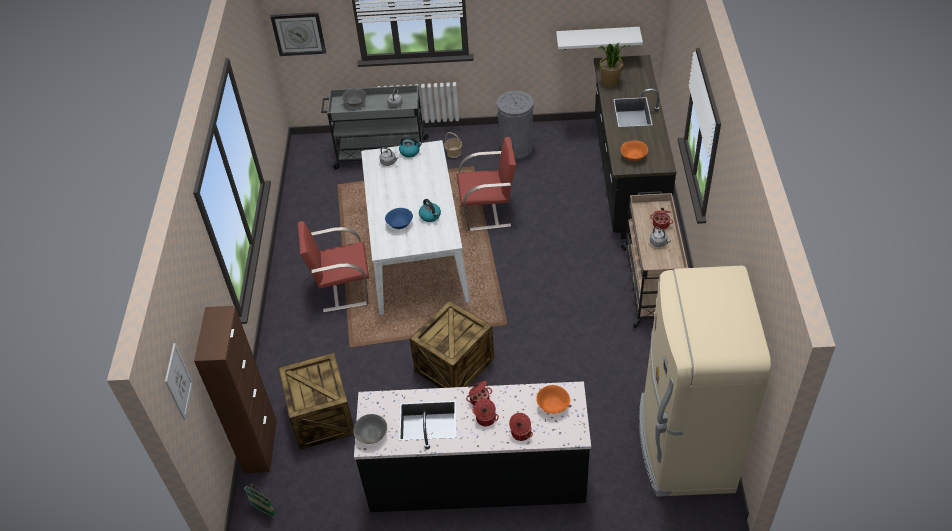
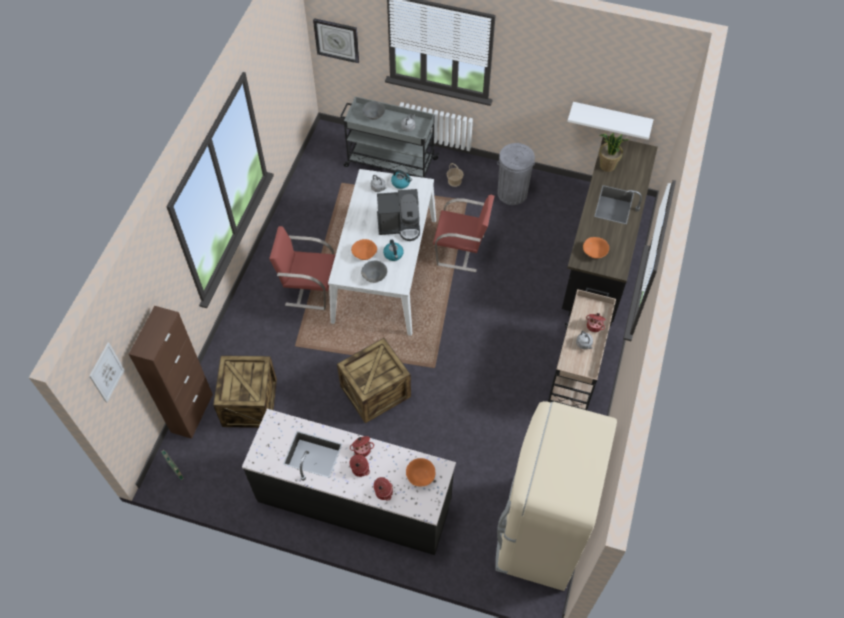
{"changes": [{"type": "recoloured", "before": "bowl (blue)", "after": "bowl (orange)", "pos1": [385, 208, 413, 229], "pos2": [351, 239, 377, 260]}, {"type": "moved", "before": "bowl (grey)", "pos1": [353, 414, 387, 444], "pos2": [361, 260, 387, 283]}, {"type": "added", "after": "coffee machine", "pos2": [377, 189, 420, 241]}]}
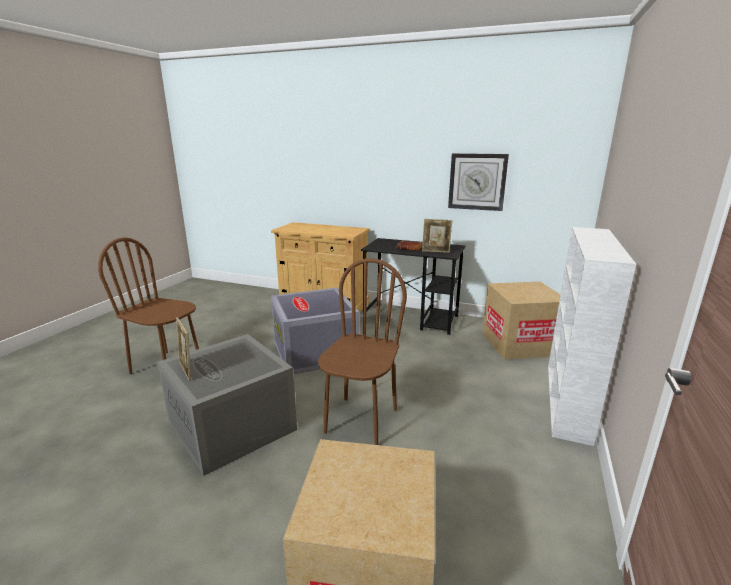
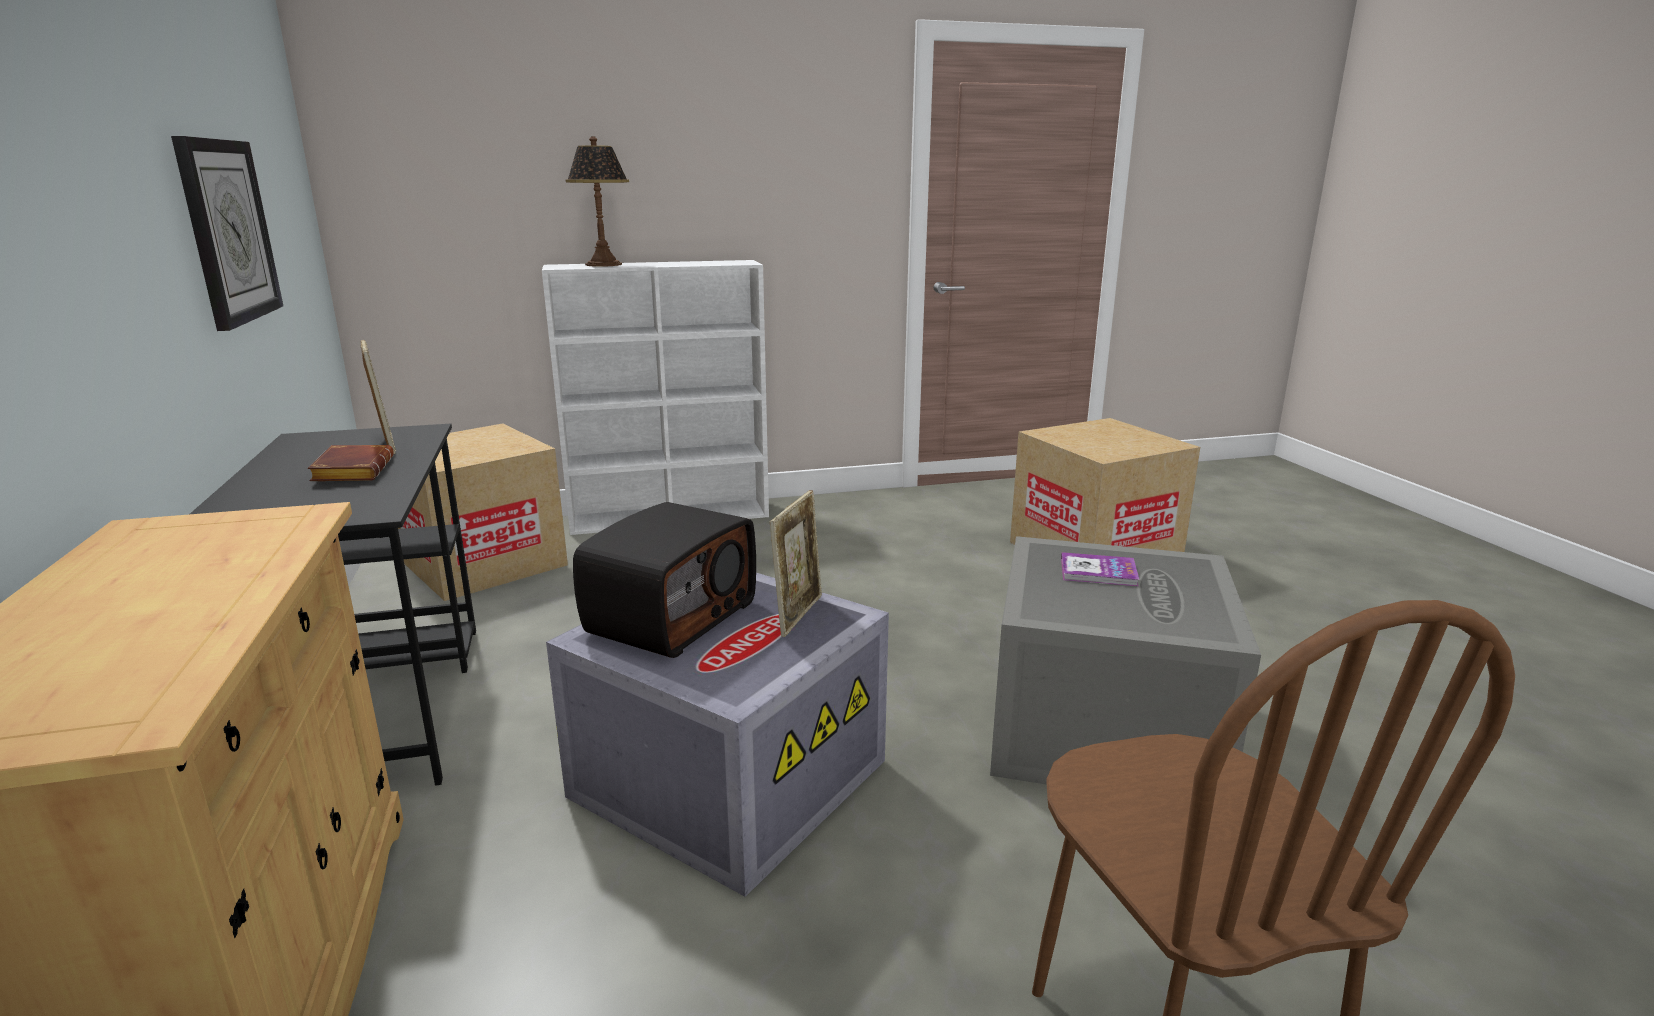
{"changes": [{"type": "added", "after": "table lamp", "pos2": [566, 136, 629, 267]}, {"type": "added", "after": "radio", "pos2": [573, 502, 756, 658]}, {"type": "moved", "before": "picture frame", "pos1": [176, 317, 191, 381], "pos2": [770, 490, 822, 637]}, {"type": "added", "after": "book", "pos2": [1061, 552, 1140, 586]}, {"type": "removed", "before": "chair (brown)", "pos1": [318, 258, 407, 445]}]}
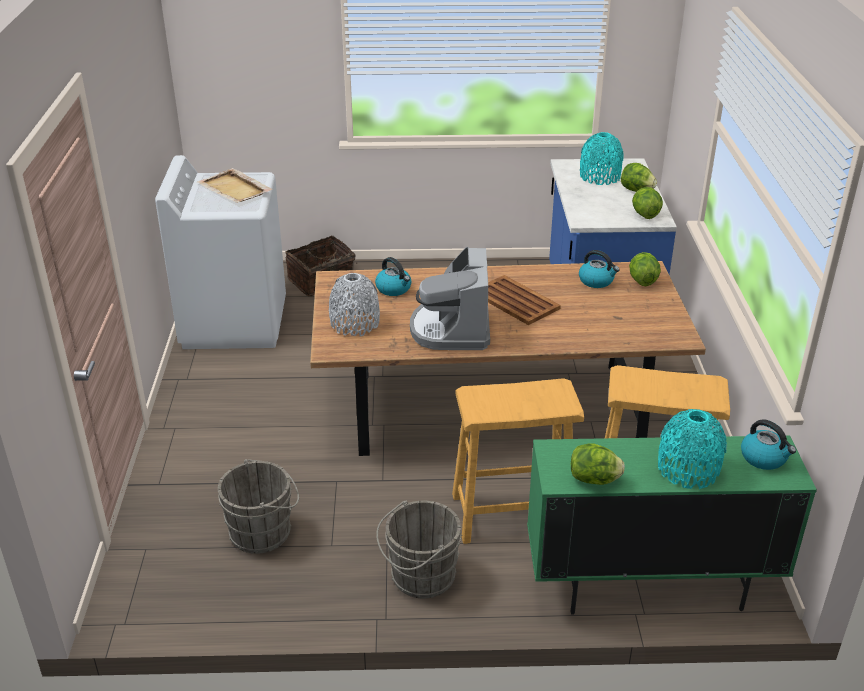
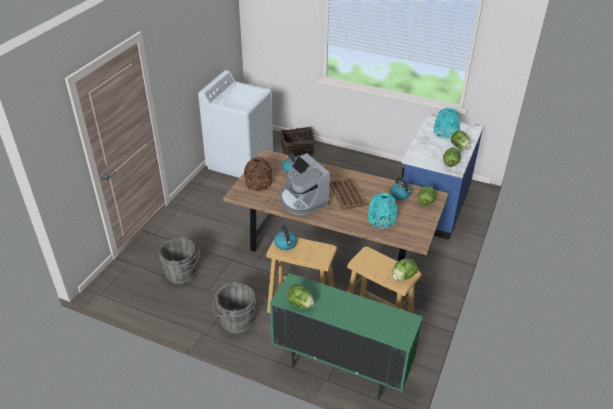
{"changes": [{"type": "recoloured", "before": "vase (grey)", "after": "vase (brown)", "pos1": [329, 273, 380, 336], "pos2": [244, 157, 272, 191]}, {"type": "moved", "before": "kettle", "pos1": [741, 419, 796, 470], "pos2": [274, 225, 297, 250]}, {"type": "turned", "before": "coffee machine", "pos1": [410, 247, 490, 350], "pos2": [280, 153, 330, 215], "turn": -60}, {"type": "moved", "before": "vase (turquoise)", "pos1": [658, 409, 727, 489], "pos2": [368, 193, 397, 229]}, {"type": "added", "after": "lettuce", "pos2": [392, 258, 418, 280]}, {"type": "removed", "before": "tray (beige)", "pos1": [197, 168, 273, 203]}]}
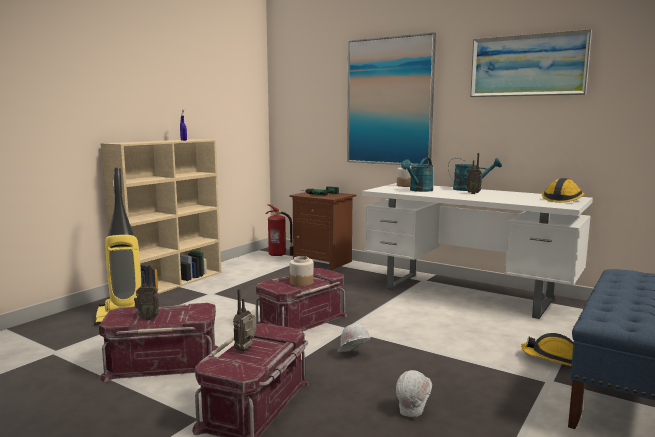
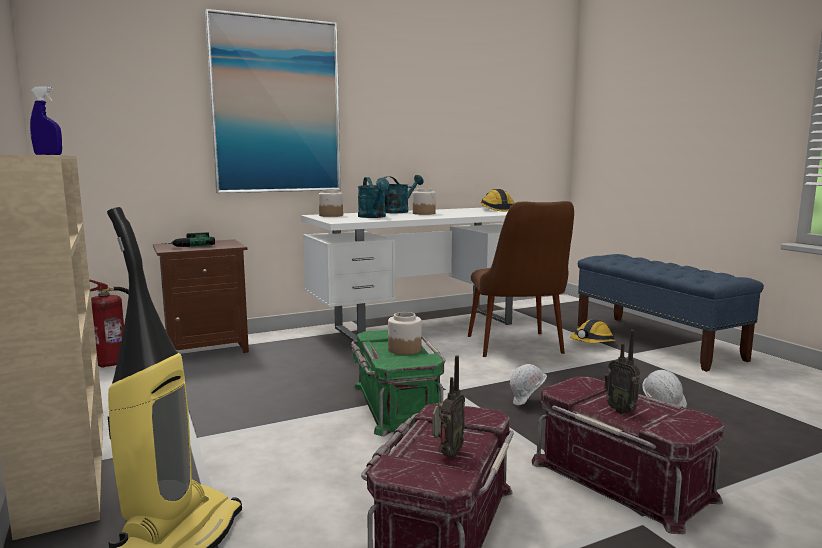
{"changes": [{"type": "recoloured", "before": "storage box (red)", "after": "storage box (green)", "pos1": [256, 268, 348, 332], "pos2": [351, 330, 445, 436]}, {"type": "replaced", "before": "radio", "after": "jar", "pos1": [464, 153, 482, 194], "pos2": [413, 188, 436, 215]}, {"type": "added", "after": "chair (brown)", "pos2": [468, 201, 574, 357]}, {"type": "removed", "before": "picture", "pos1": [470, 29, 592, 97]}]}
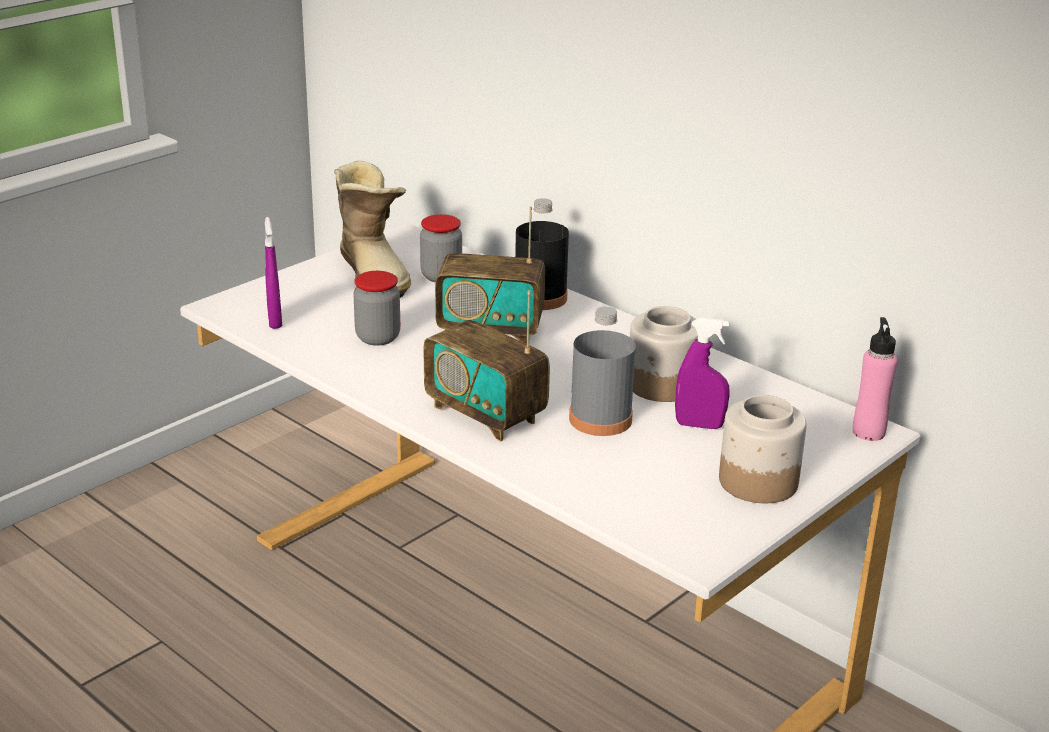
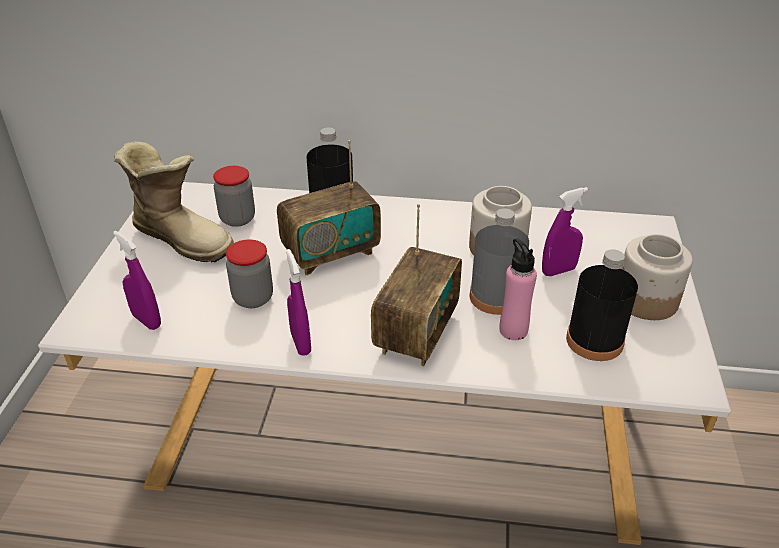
{"changes": [{"type": "added", "after": "spray bottle (purple)", "pos2": [286, 249, 311, 356]}, {"type": "turned", "before": "radio", "pos1": [423, 290, 550, 441], "pos2": [371, 204, 462, 366], "turn": -75}, {"type": "moved", "before": "bottle (pink)", "pos1": [852, 317, 898, 441], "pos2": [500, 238, 537, 340]}, {"type": "added", "after": "bottle (black)", "pos2": [566, 249, 638, 361]}]}
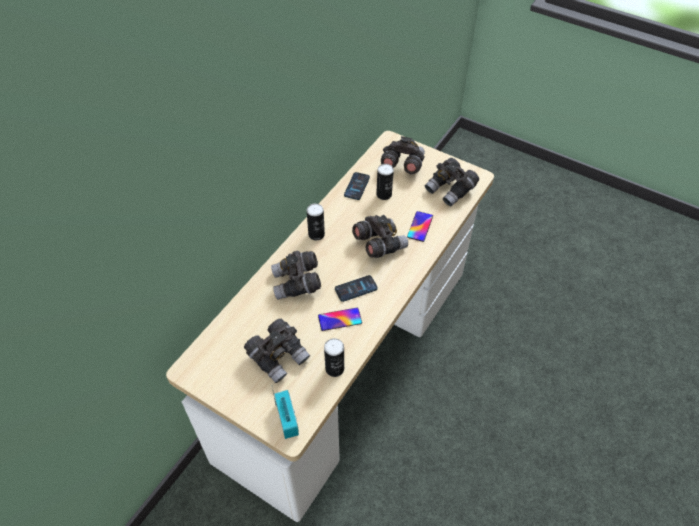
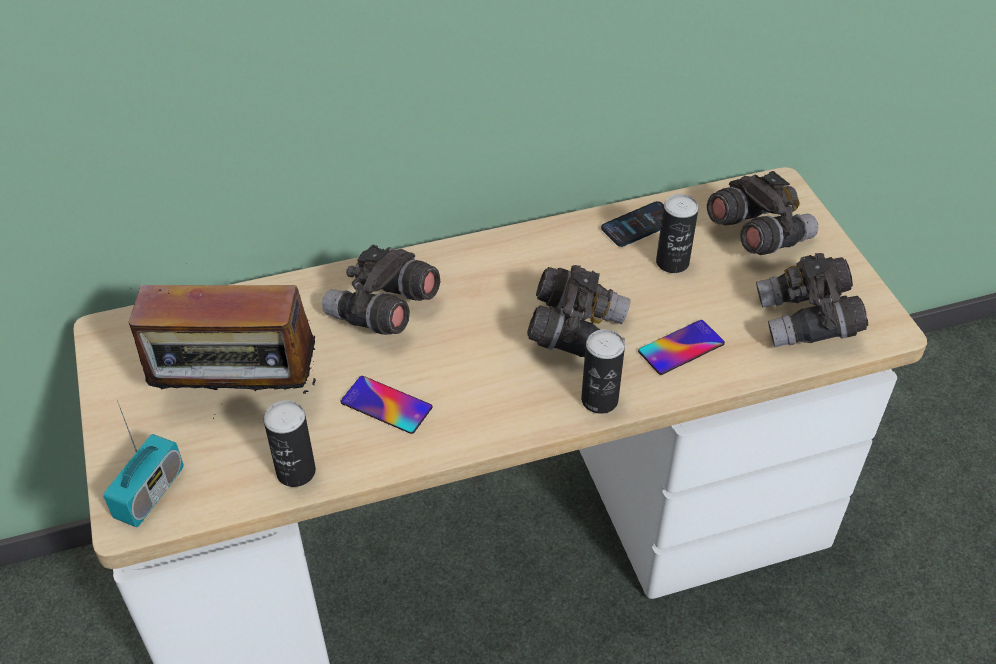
{"changes": [{"type": "replaced", "before": "binoculars (grey)", "after": "radio", "pos1": [244, 318, 310, 383], "pos2": [129, 263, 317, 419]}, {"type": "moved", "before": "can", "pos1": [307, 203, 325, 240], "pos2": [581, 329, 625, 414]}, {"type": "removed", "before": "phone", "pos1": [335, 275, 378, 302]}]}
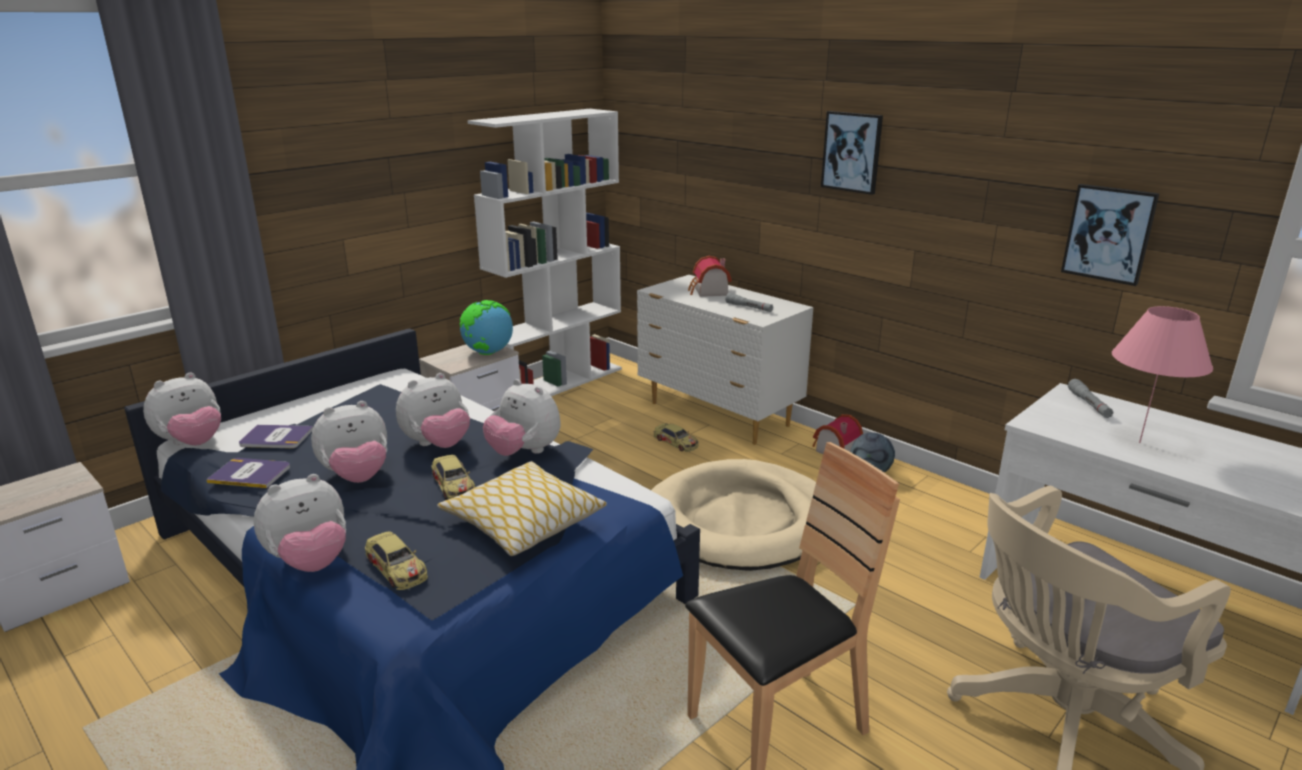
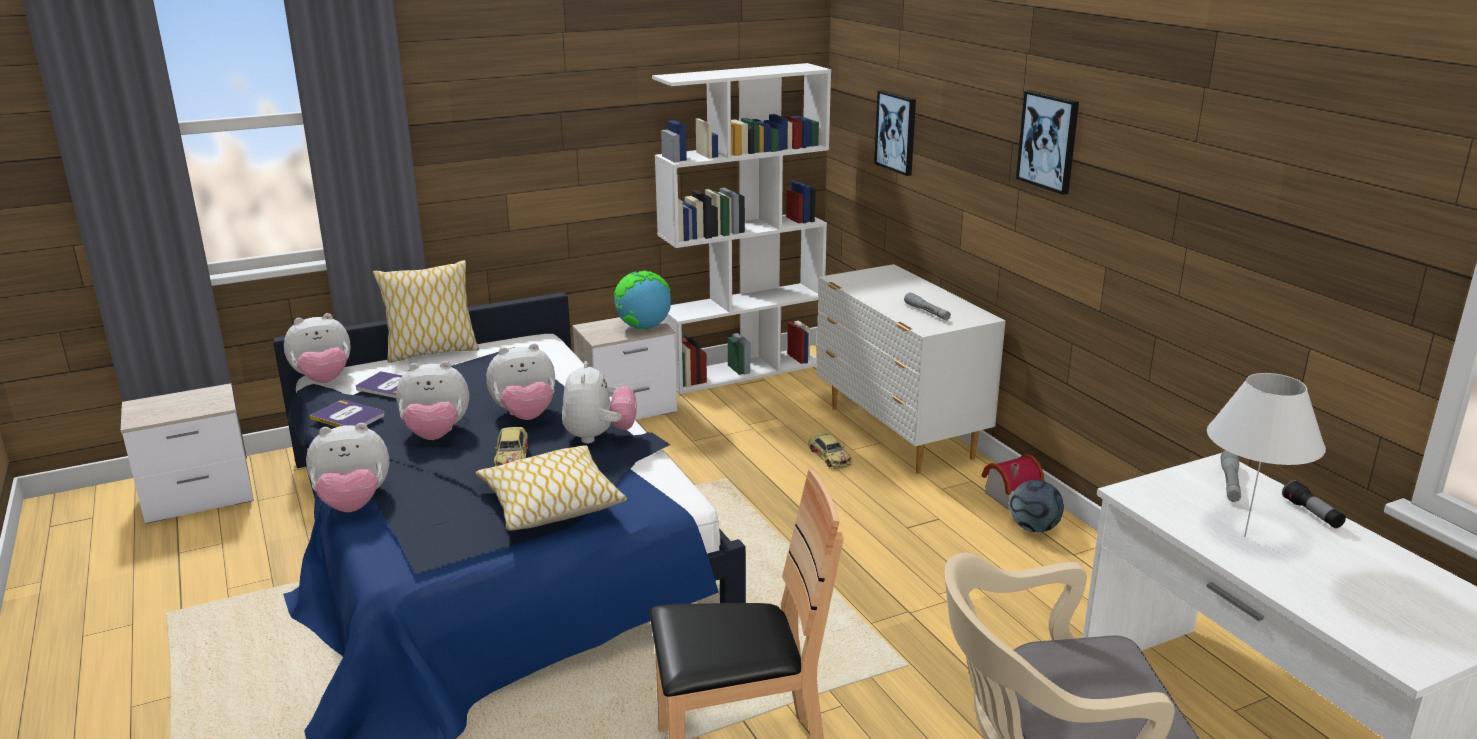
{"changes": [{"type": "added", "after": "pillow", "pos2": [373, 260, 479, 363]}, {"type": "turned", "before": "plush toy", "pos1": [483, 379, 561, 456], "pos2": [562, 361, 637, 444], "turn": -150}, {"type": "moved", "before": "picture", "pos1": [1061, 184, 1160, 286], "pos2": [874, 90, 916, 176]}, {"type": "recoloured", "before": "table lamp (pink)", "after": "table lamp (white)", "pos1": [1112, 306, 1213, 443], "pos2": [1207, 373, 1326, 537]}, {"type": "added", "after": "flashlight", "pos2": [1282, 480, 1346, 528]}, {"type": "removed", "before": "toy car", "pos1": [365, 531, 428, 590]}, {"type": "removed", "before": "dog bed (beige)", "pos1": [651, 459, 816, 571]}, {"type": "removed", "before": "toy house", "pos1": [688, 256, 732, 297]}]}
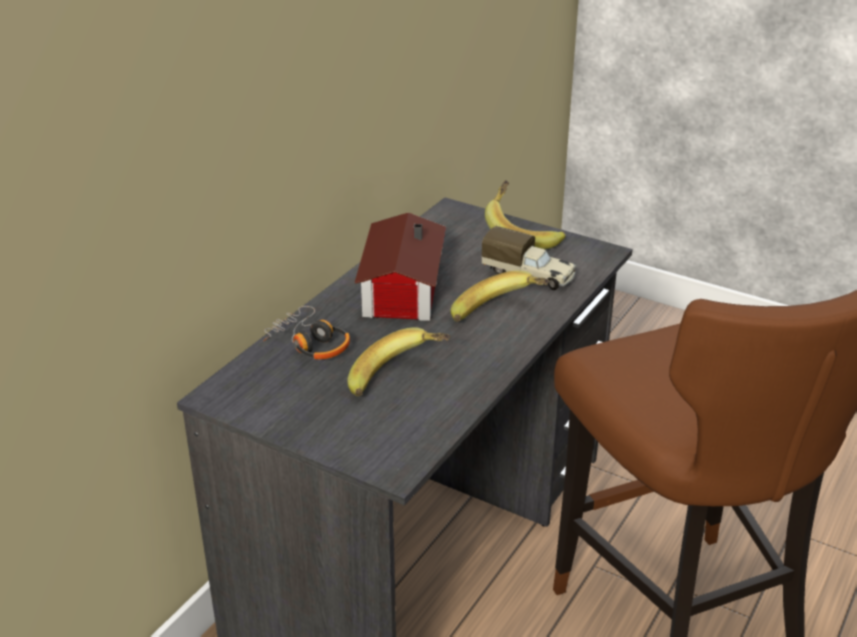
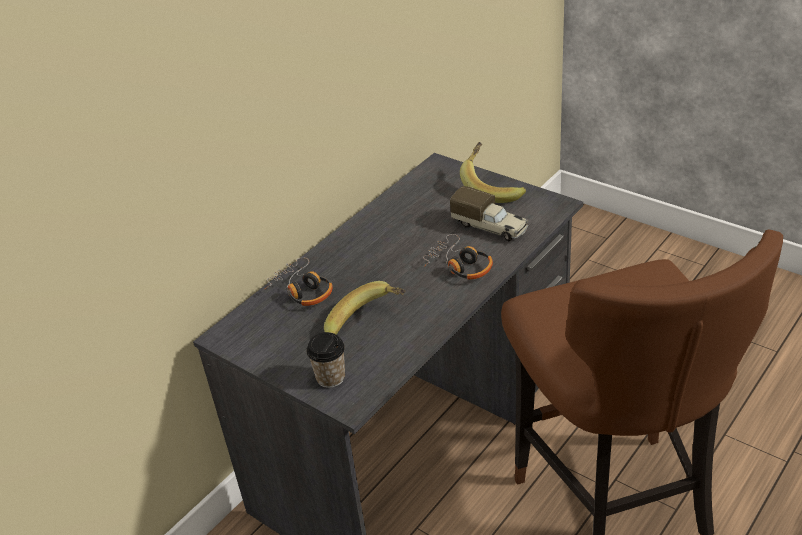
{"changes": [{"type": "added", "after": "cup", "pos2": [306, 332, 345, 388]}, {"type": "replaced", "before": "banana", "after": "headphones", "pos1": [451, 270, 550, 322], "pos2": [423, 234, 493, 280]}, {"type": "removed", "before": "toy house", "pos1": [355, 212, 446, 321]}]}
